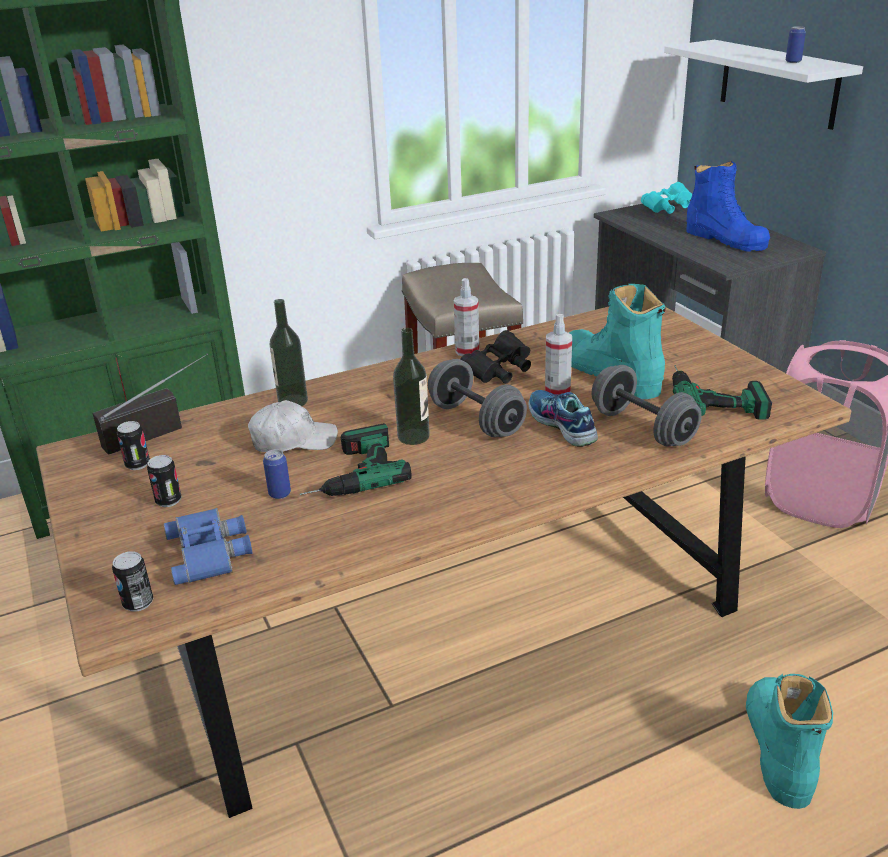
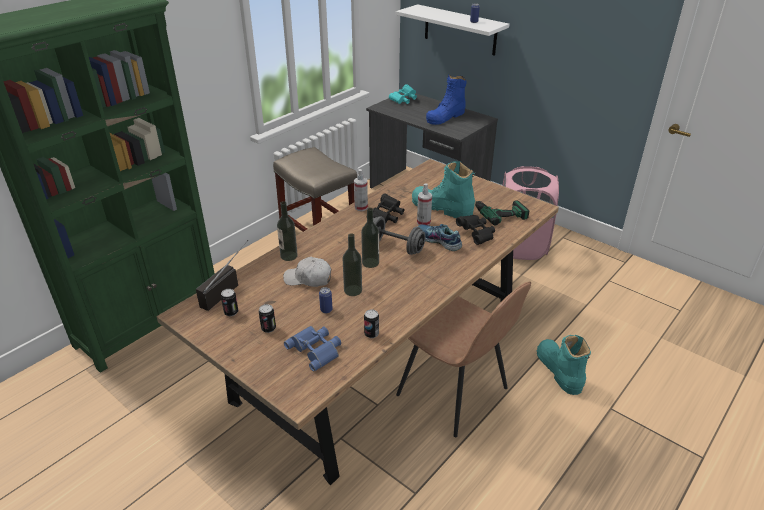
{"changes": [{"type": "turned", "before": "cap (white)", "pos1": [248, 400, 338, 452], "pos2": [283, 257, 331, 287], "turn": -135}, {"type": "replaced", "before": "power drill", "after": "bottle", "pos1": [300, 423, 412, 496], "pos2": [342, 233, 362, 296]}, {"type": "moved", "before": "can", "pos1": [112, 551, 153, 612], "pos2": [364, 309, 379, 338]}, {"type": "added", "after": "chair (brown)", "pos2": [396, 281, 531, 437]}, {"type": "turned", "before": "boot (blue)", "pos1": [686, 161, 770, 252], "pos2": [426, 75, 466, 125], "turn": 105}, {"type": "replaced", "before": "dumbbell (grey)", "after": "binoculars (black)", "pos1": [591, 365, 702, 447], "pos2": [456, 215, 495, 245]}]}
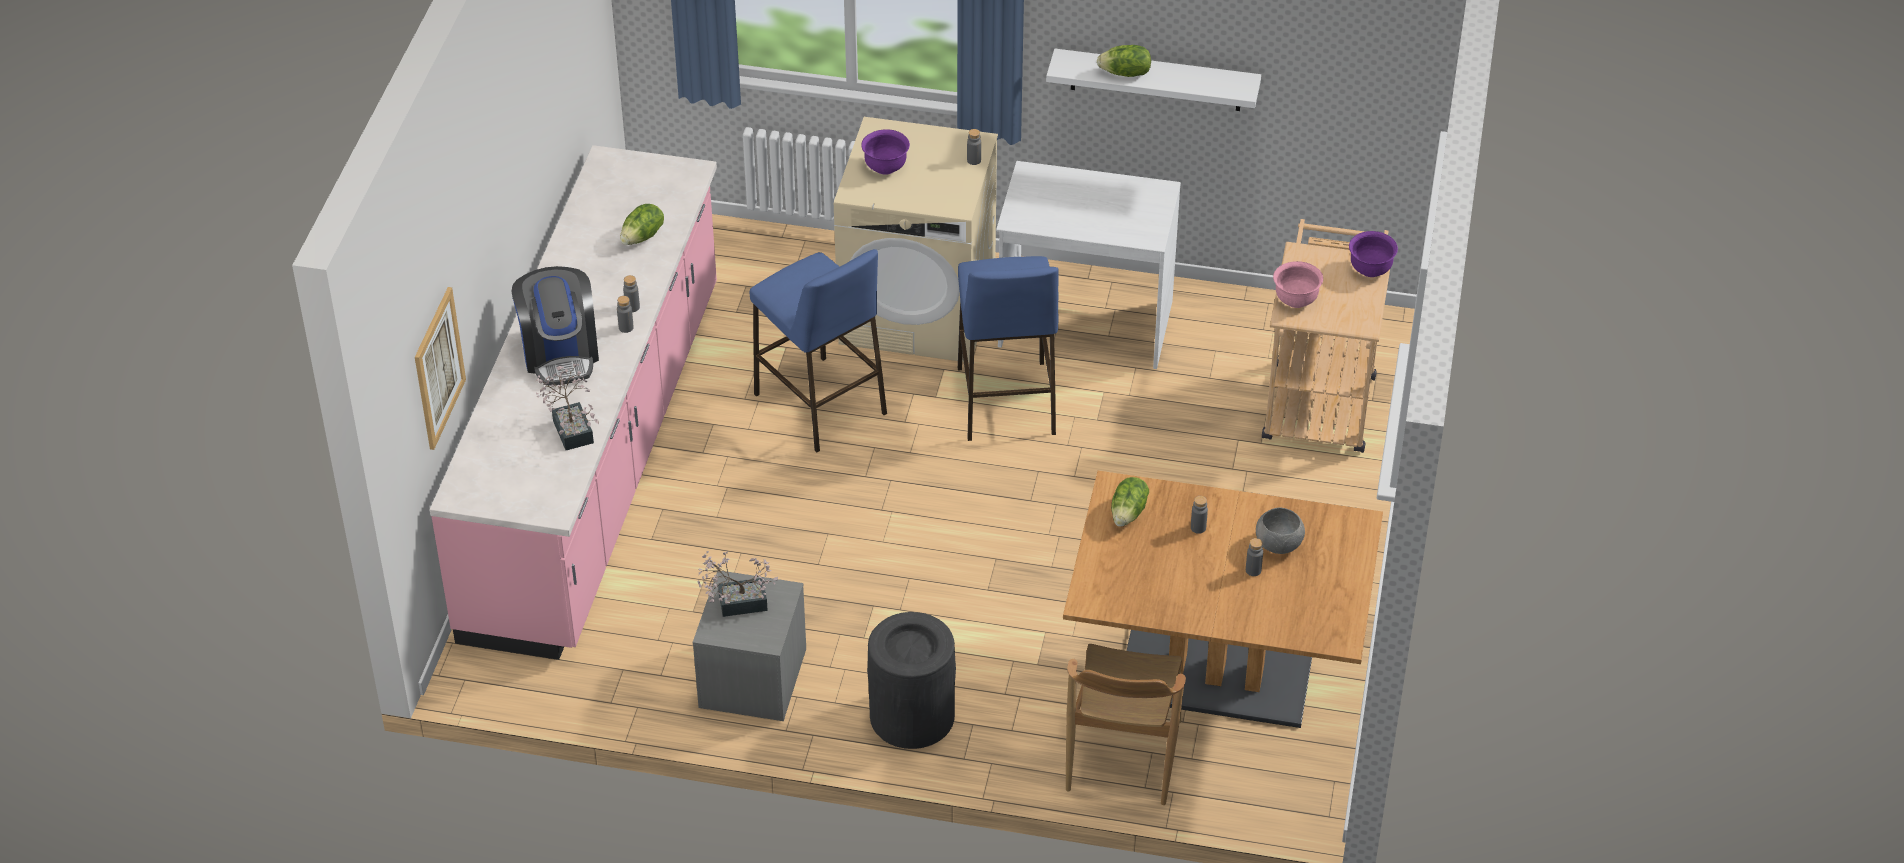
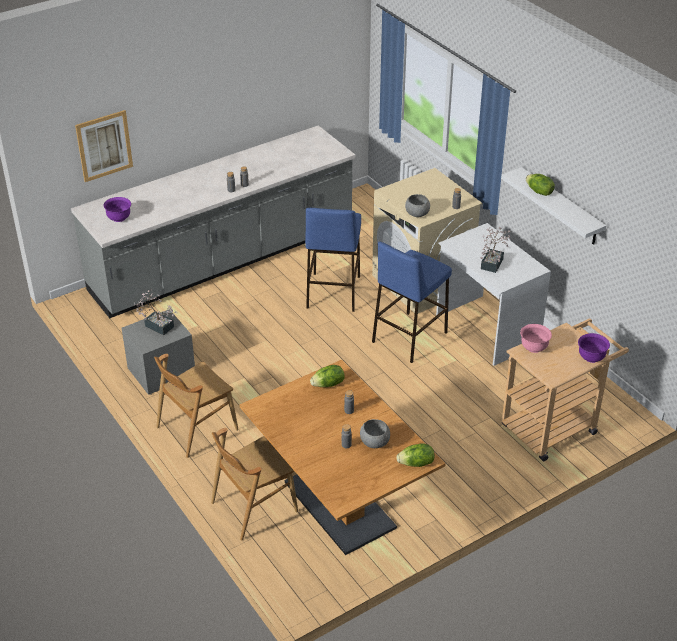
{"changes": [{"type": "recoloured", "before": "counter (pink)", "after": "counter (grey)", "pos1": [430, 145, 717, 660], "pos2": [71, 125, 355, 318]}, {"type": "moved", "before": "bowl (purple)", "pos1": [861, 129, 910, 175], "pos2": [103, 197, 131, 222]}, {"type": "replaced", "before": "trash can (black)", "after": "chair (brown)", "pos1": [867, 612, 956, 749], "pos2": [154, 354, 238, 458]}, {"type": "moved", "before": "lettuce", "pos1": [620, 204, 664, 245], "pos2": [396, 444, 435, 467]}, {"type": "added", "after": "bowl (grey)", "pos2": [405, 194, 430, 217]}, {"type": "moved", "before": "potted plant", "pos1": [535, 364, 599, 450], "pos2": [481, 227, 511, 273]}, {"type": "removed", "before": "coffee machine", "pos1": [511, 266, 599, 386]}]}
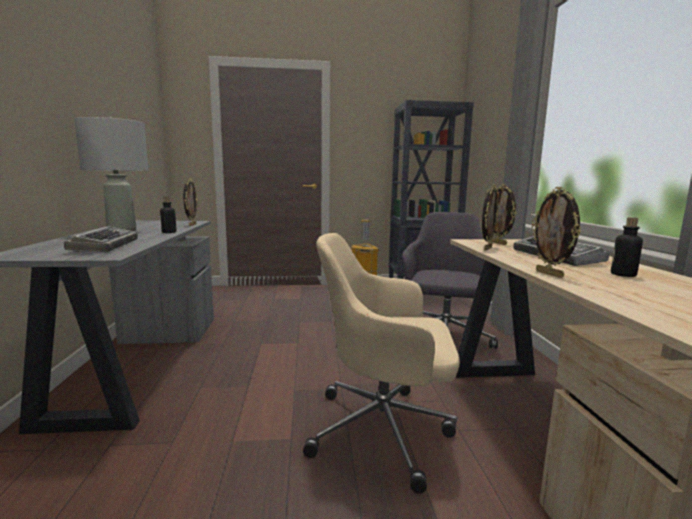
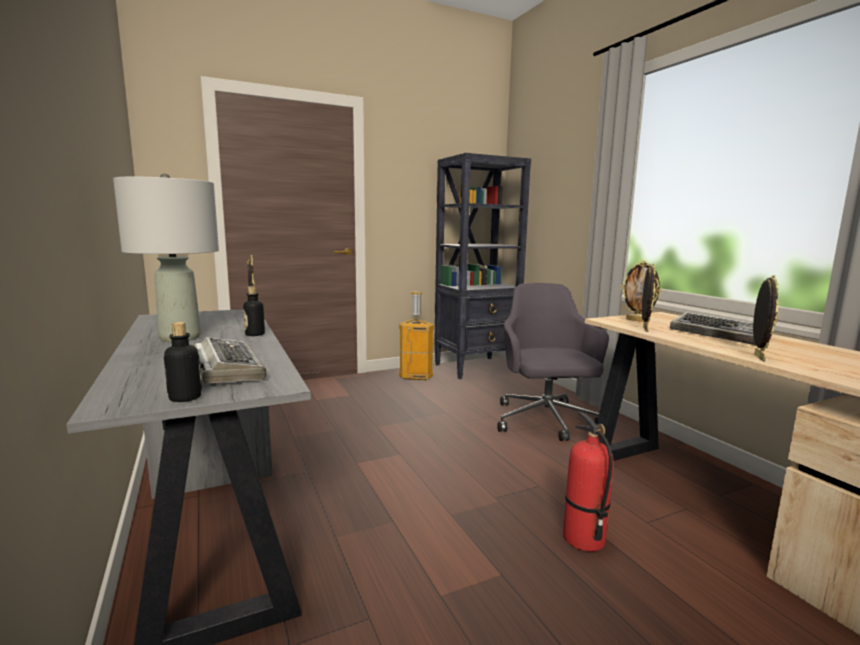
{"changes": [{"type": "moved", "before": "bottle", "pos1": [611, 217, 643, 277], "pos2": [164, 322, 202, 402]}, {"type": "replaced", "before": "office chair (beige)", "after": "fire extinguisher", "pos1": [303, 233, 460, 494], "pos2": [563, 412, 613, 552]}, {"type": "turned", "before": "picture frame", "pos1": [531, 187, 581, 278], "pos2": [753, 275, 779, 361], "turn": -120}]}
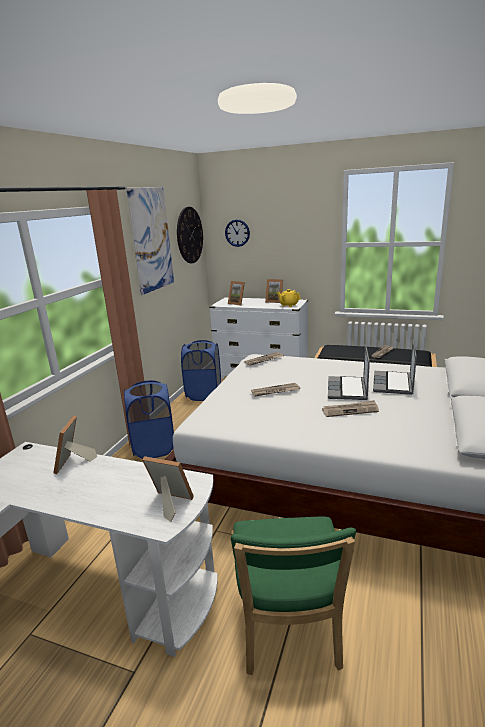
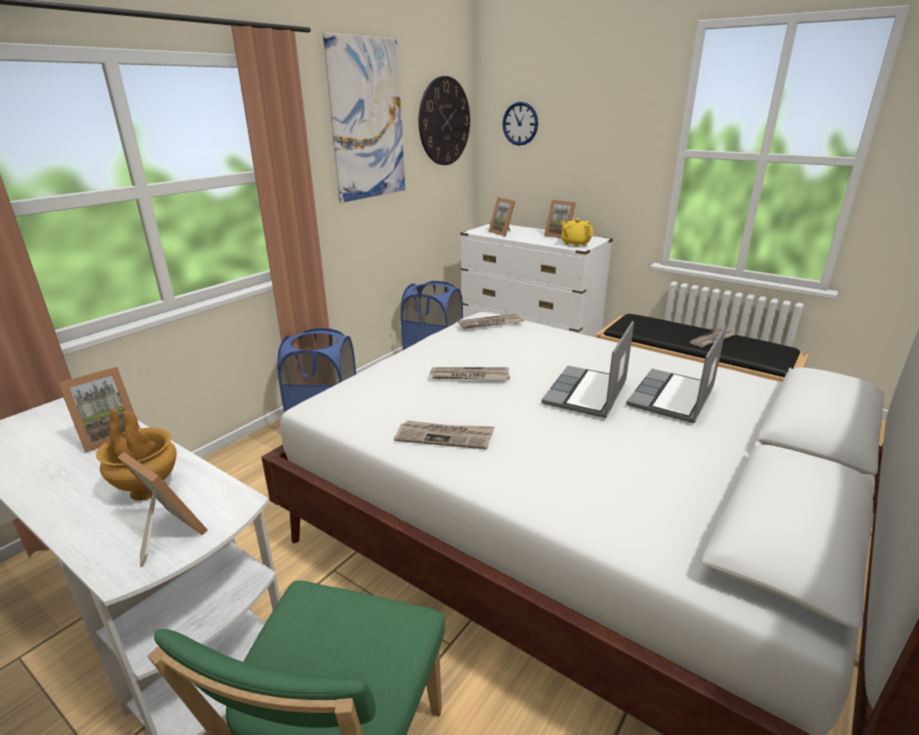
{"changes": [{"type": "turned", "before": "picture frame", "pos1": [53, 416, 97, 474], "pos2": [58, 367, 140, 452], "turn": -150}, {"type": "added", "after": "vase (brown)", "pos2": [96, 409, 177, 501]}, {"type": "moved", "before": "newspaper", "pos1": [322, 400, 379, 417], "pos2": [394, 421, 494, 449]}]}
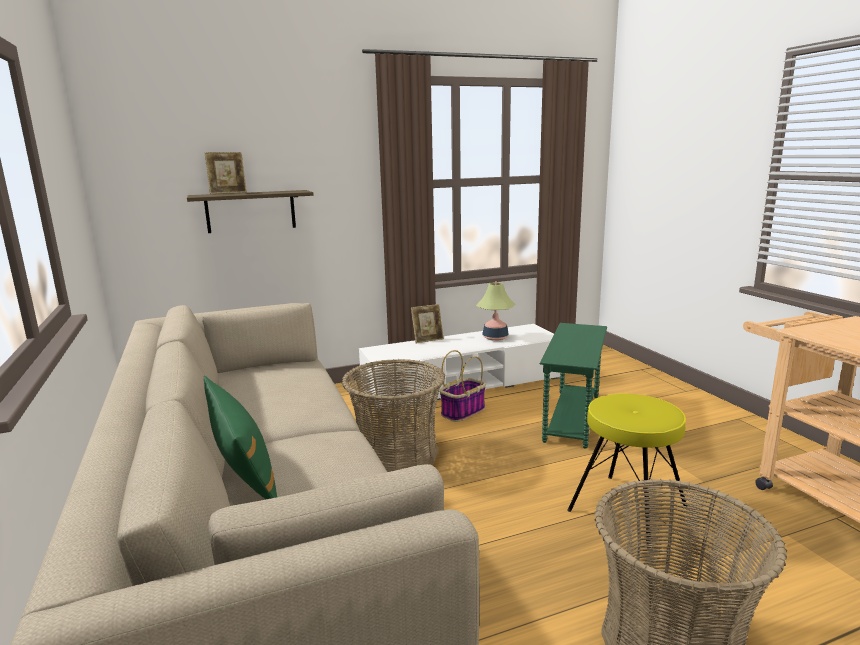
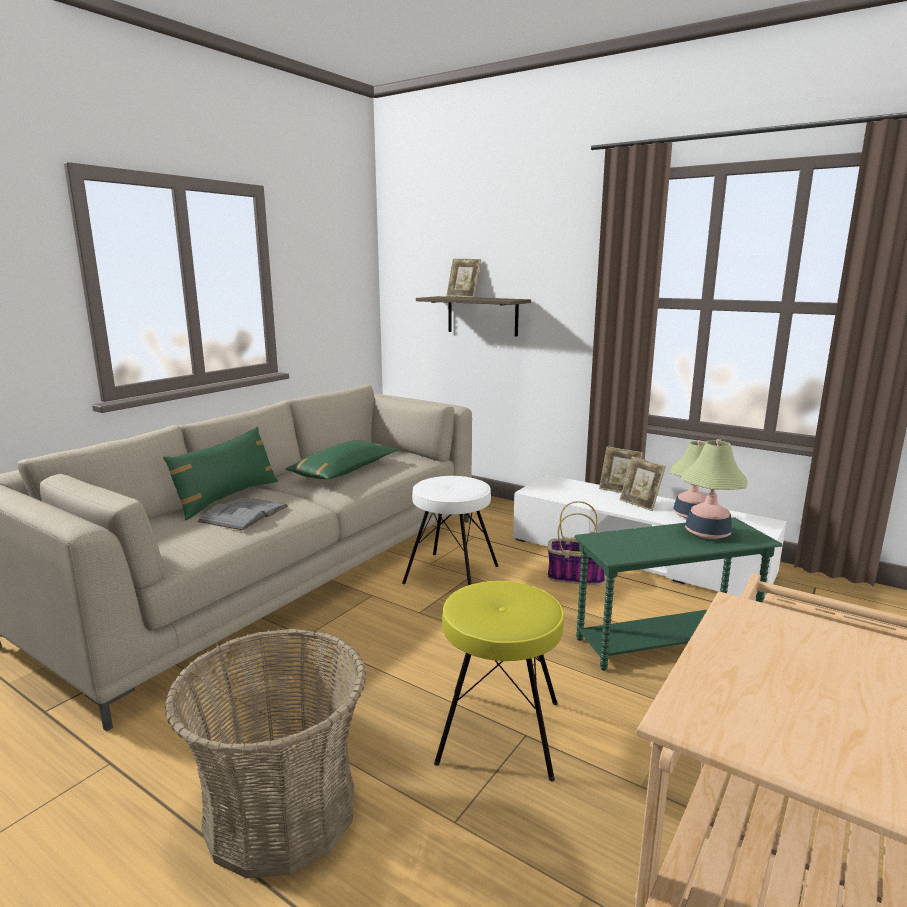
{"changes": [{"type": "added", "after": "book (grey)", "pos2": [197, 497, 288, 530]}, {"type": "added", "after": "pillow (green)", "pos2": [285, 440, 398, 480]}, {"type": "replaced", "before": "basket", "after": "stool (white)", "pos1": [342, 359, 445, 472], "pos2": [402, 476, 499, 585]}, {"type": "added", "after": "picture frame", "pos2": [620, 456, 666, 511]}, {"type": "added", "after": "table lamp", "pos2": [681, 439, 748, 539]}]}
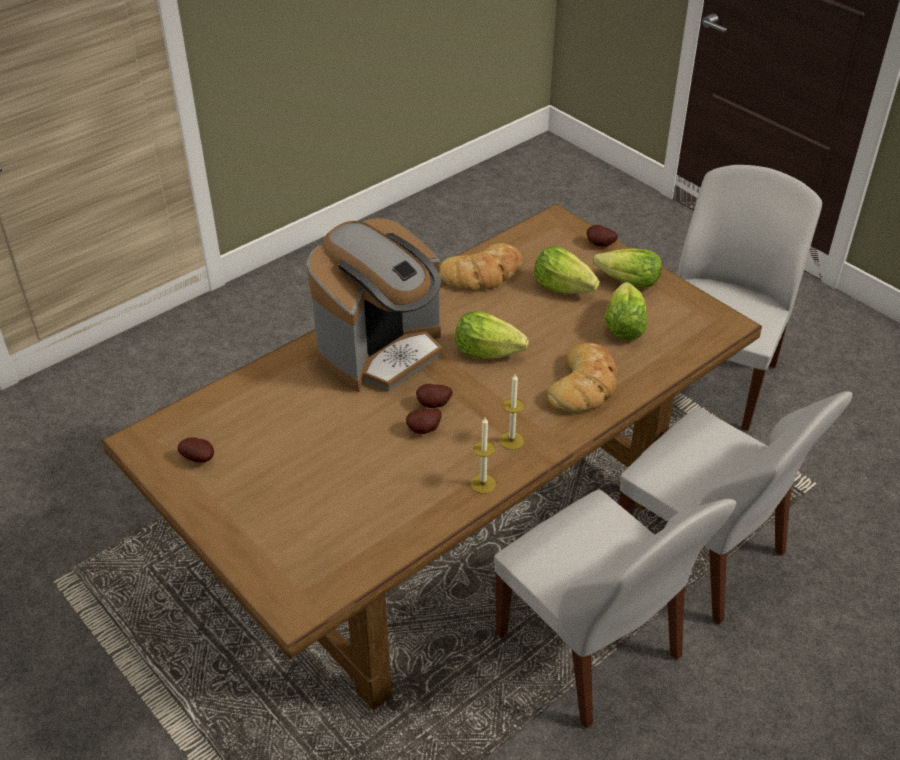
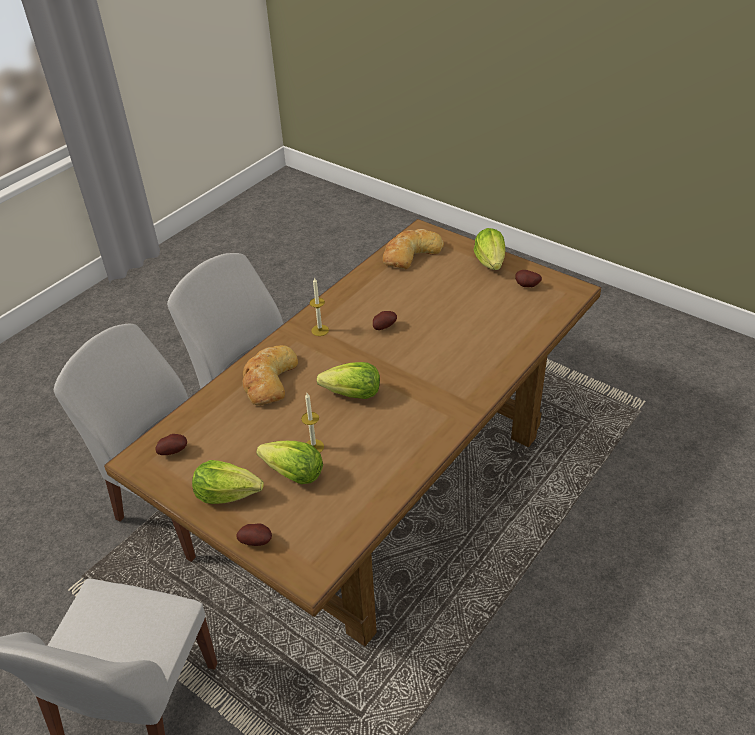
{"changes": [{"type": "moved", "before": "potato", "pos1": [416, 384, 453, 408], "pos2": [155, 434, 187, 455]}, {"type": "moved", "before": "candle", "pos1": [471, 417, 496, 494], "pos2": [301, 393, 324, 453]}, {"type": "moved", "before": "bread", "pos1": [439, 243, 523, 291], "pos2": [383, 229, 444, 269]}, {"type": "moved", "before": "lettuce", "pos1": [605, 282, 647, 340], "pos2": [474, 228, 505, 270]}, {"type": "removed", "before": "coffee machine", "pos1": [307, 218, 442, 392]}]}
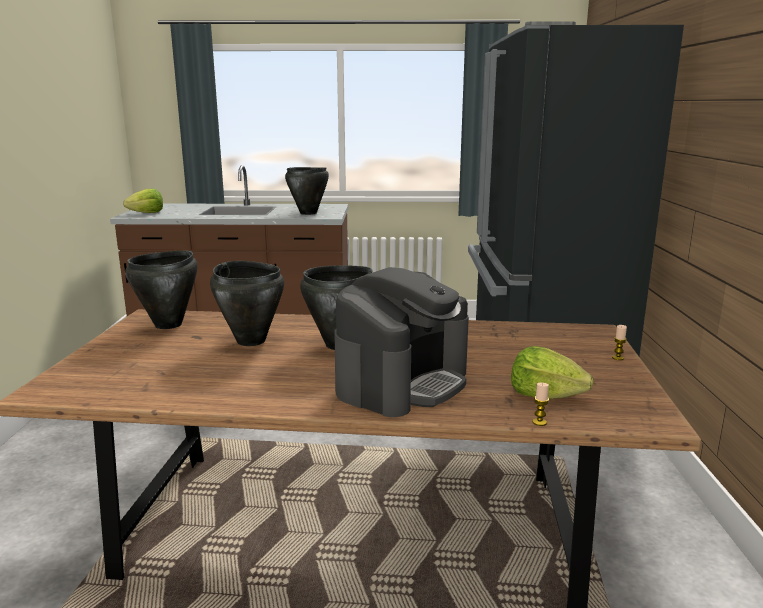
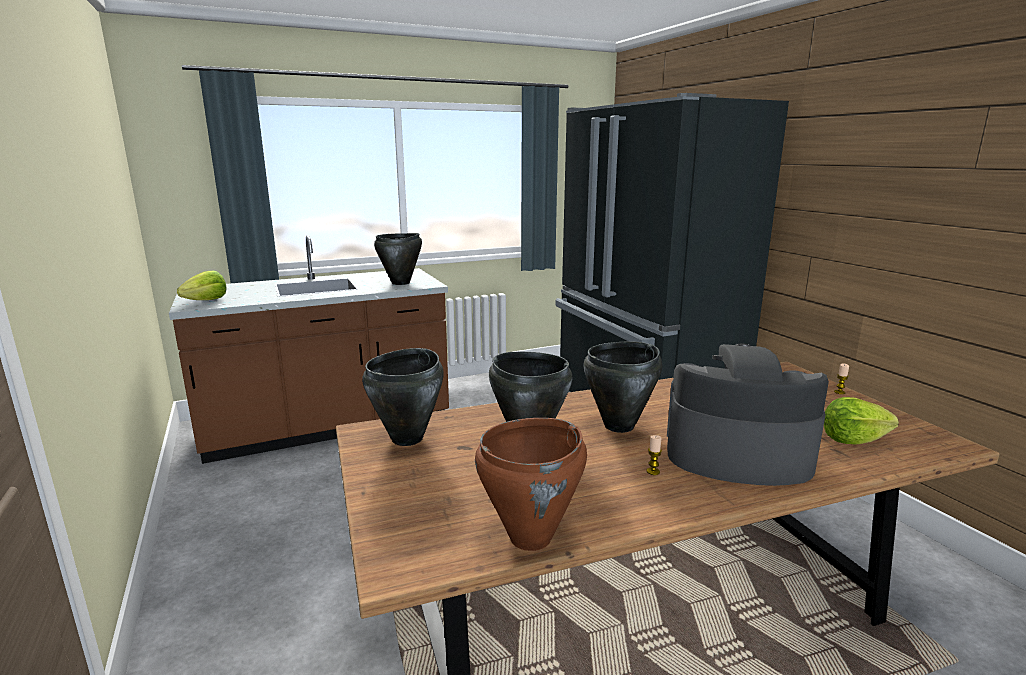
{"changes": [{"type": "added", "after": "cooking pot (brown)", "pos2": [475, 418, 587, 551]}, {"type": "moved", "before": "candle", "pos1": [532, 383, 549, 426], "pos2": [646, 435, 662, 475]}, {"type": "turned", "before": "coffee machine", "pos1": [334, 267, 469, 417], "pos2": [667, 343, 829, 486], "turn": -90}]}
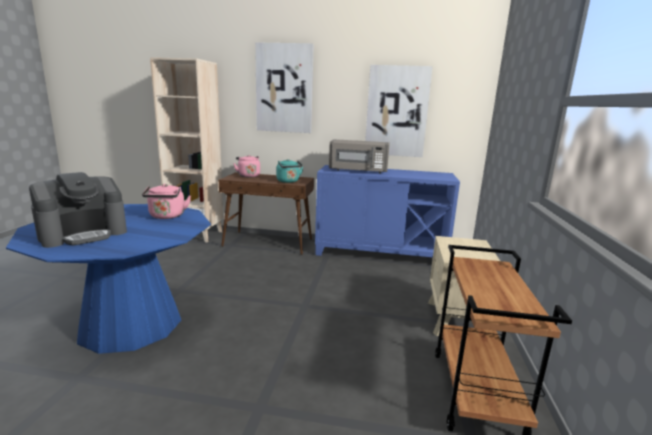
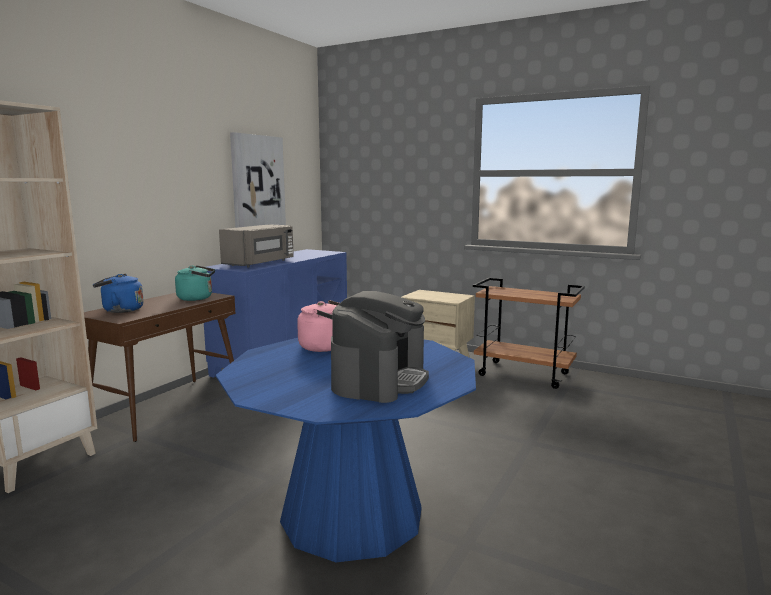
{"changes": [{"type": "recoloured", "before": "kettle (pink)", "after": "kettle (blue)", "pos1": [233, 155, 260, 178], "pos2": [93, 274, 144, 313]}, {"type": "turned", "before": "coffee machine", "pos1": [29, 172, 127, 248], "pos2": [331, 291, 429, 403], "turn": 45}, {"type": "removed", "before": "picture", "pos1": [255, 42, 314, 133]}]}
